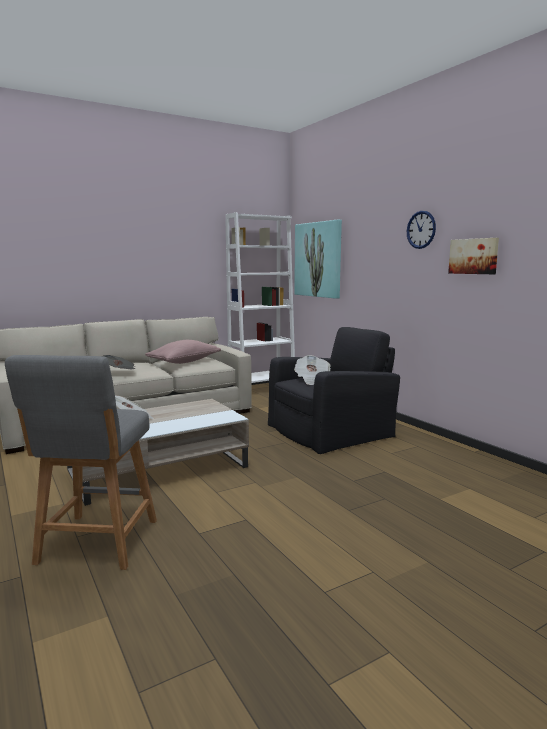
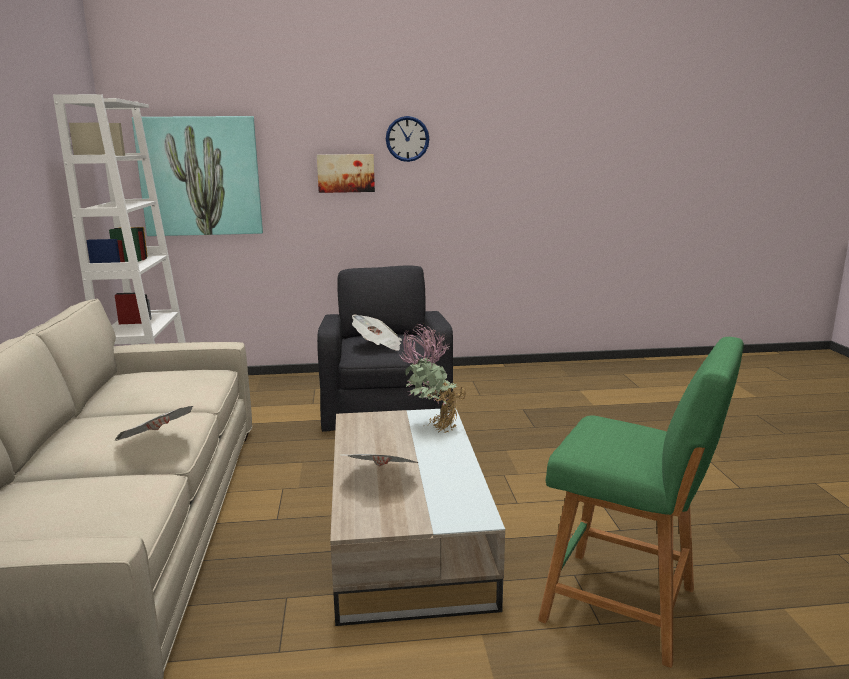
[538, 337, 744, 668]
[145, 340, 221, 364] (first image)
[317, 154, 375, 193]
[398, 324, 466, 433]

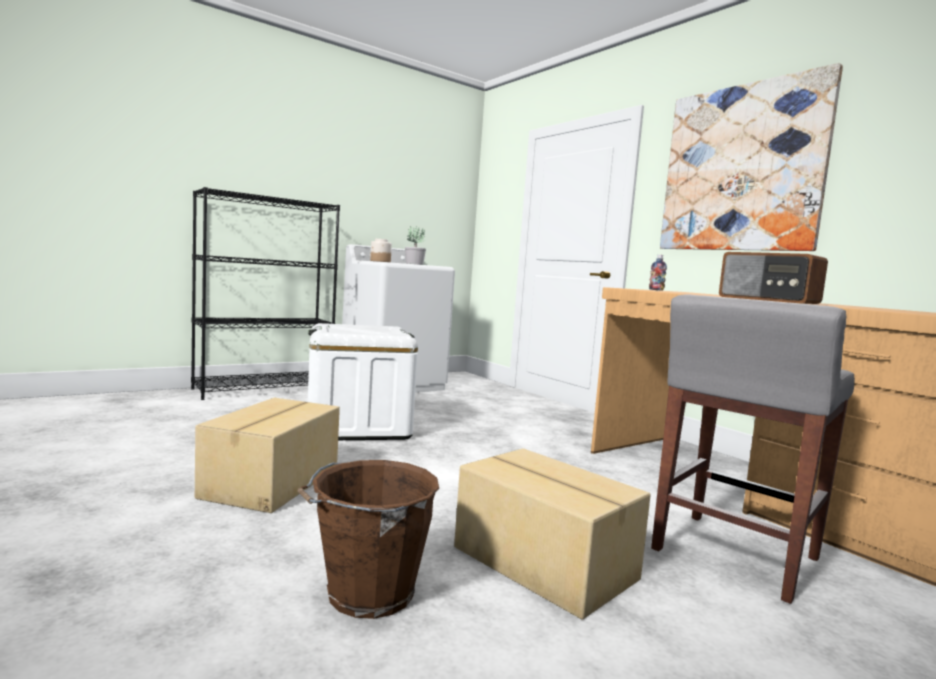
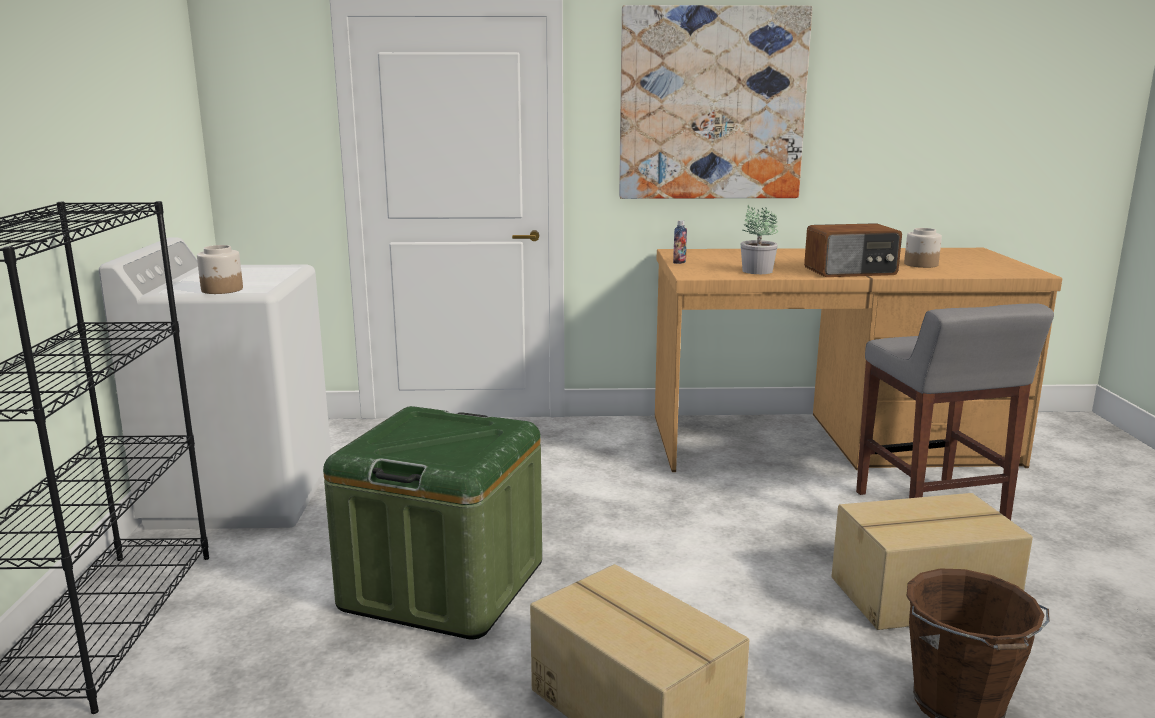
[323, 406, 542, 640]
[741, 205, 778, 274]
[904, 228, 942, 268]

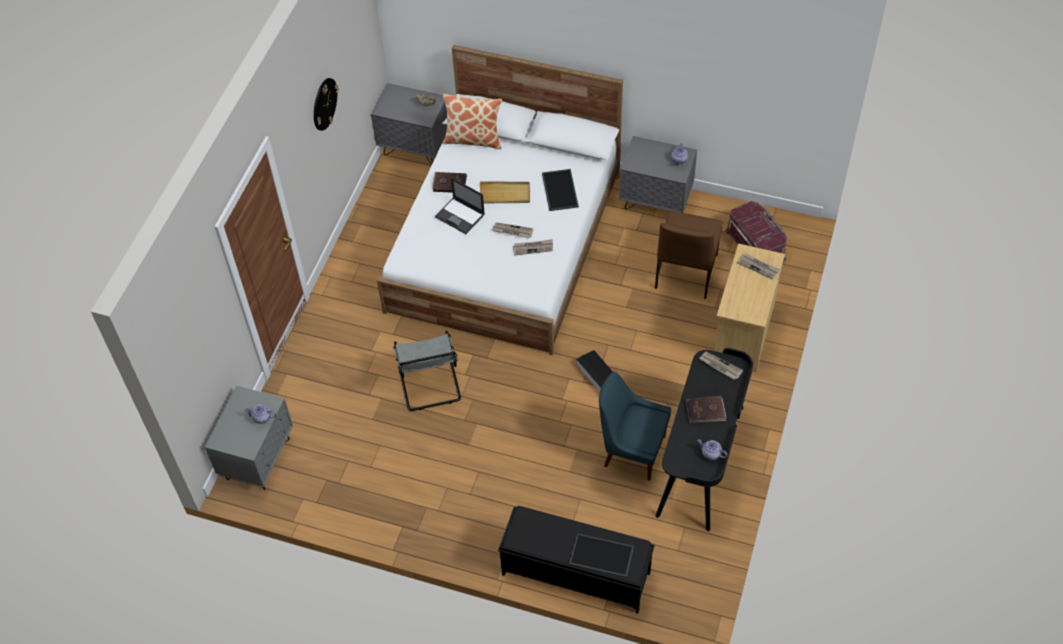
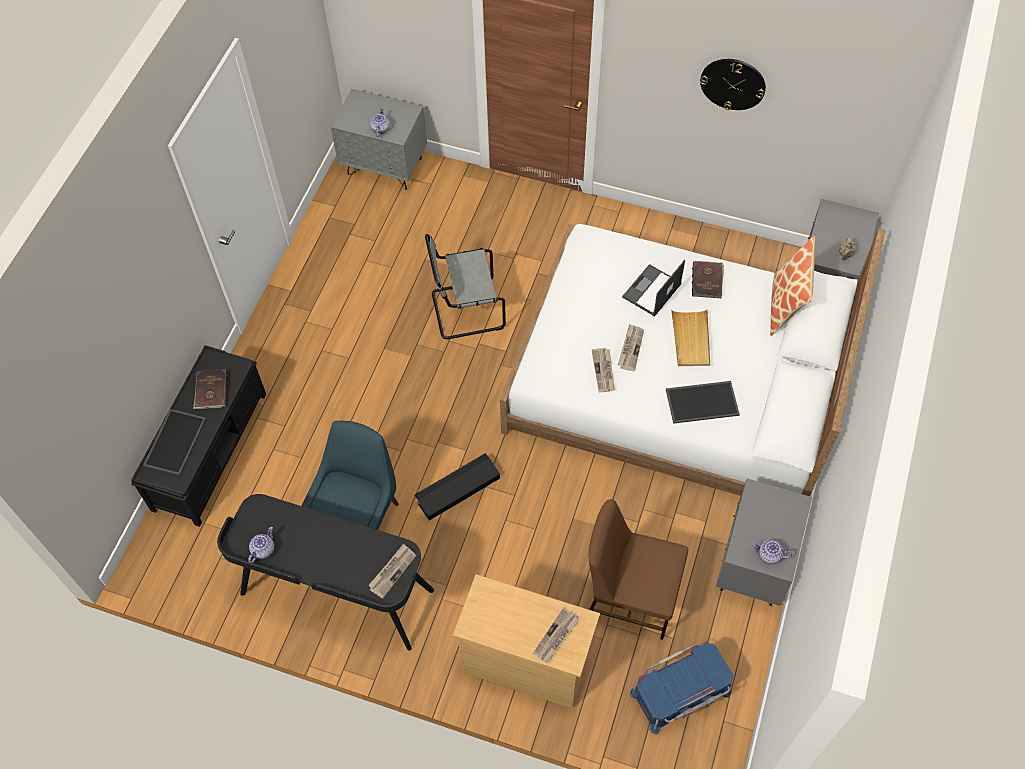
[193, 369, 228, 409]
[630, 642, 733, 735]

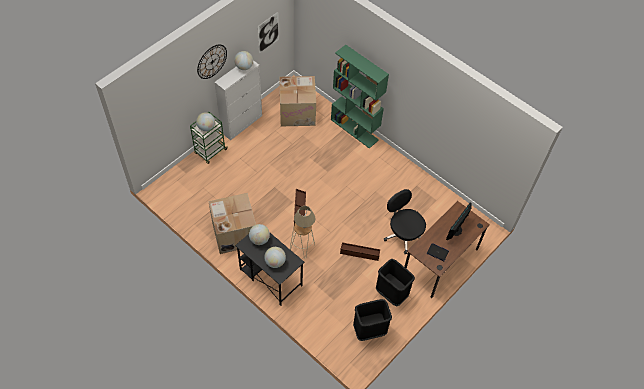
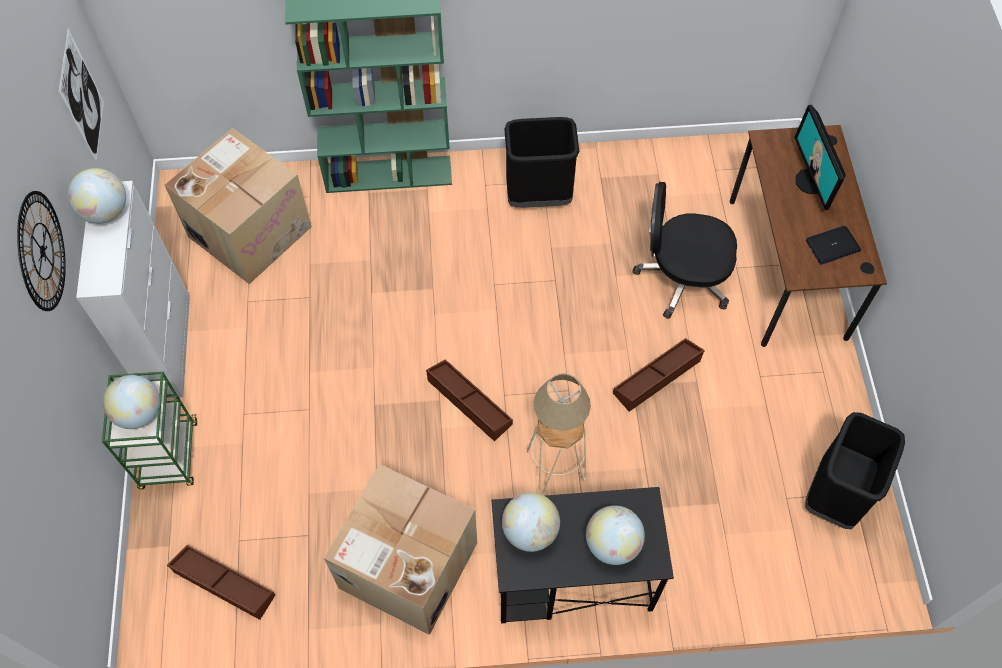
[504, 117, 579, 208]
[167, 545, 275, 620]

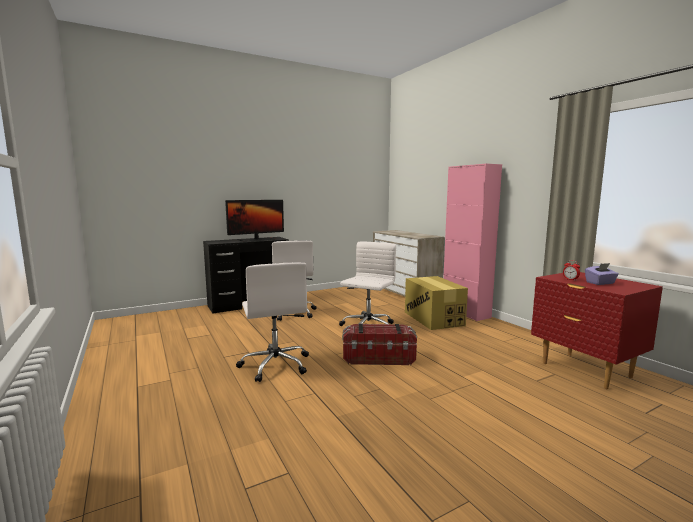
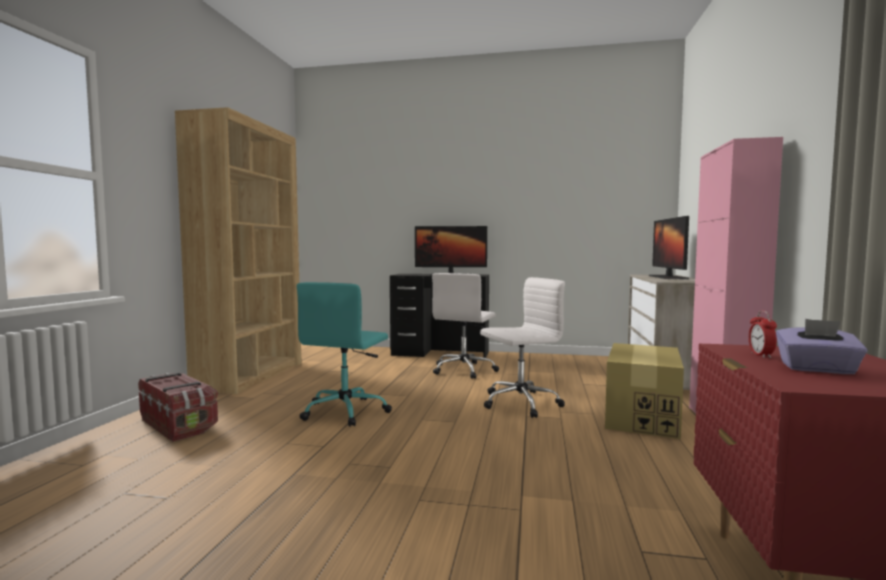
[297, 282, 392, 427]
[138, 373, 218, 442]
[175, 107, 302, 394]
[649, 216, 689, 279]

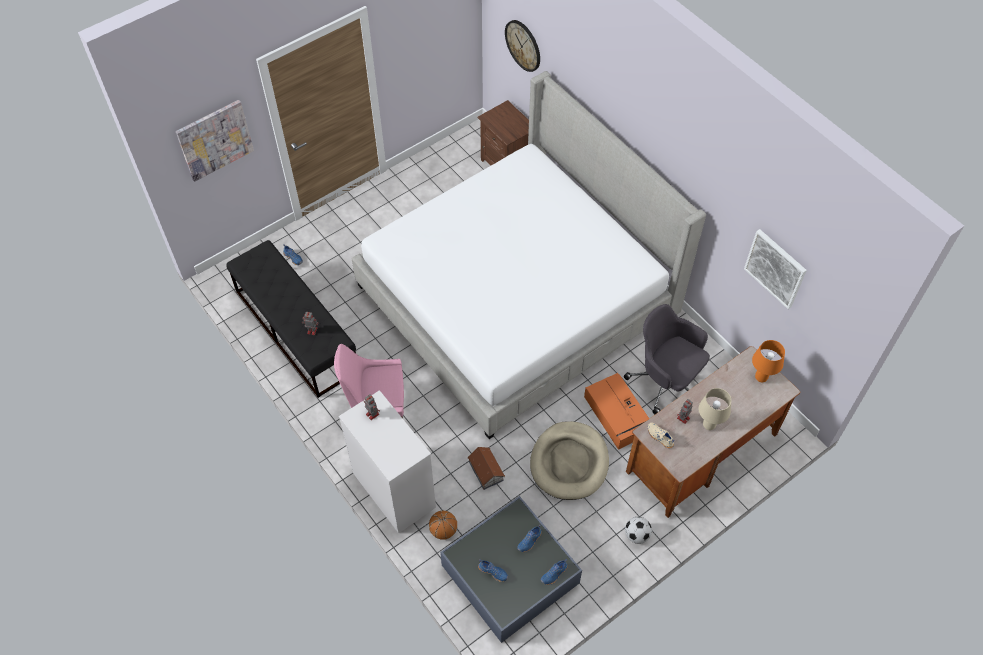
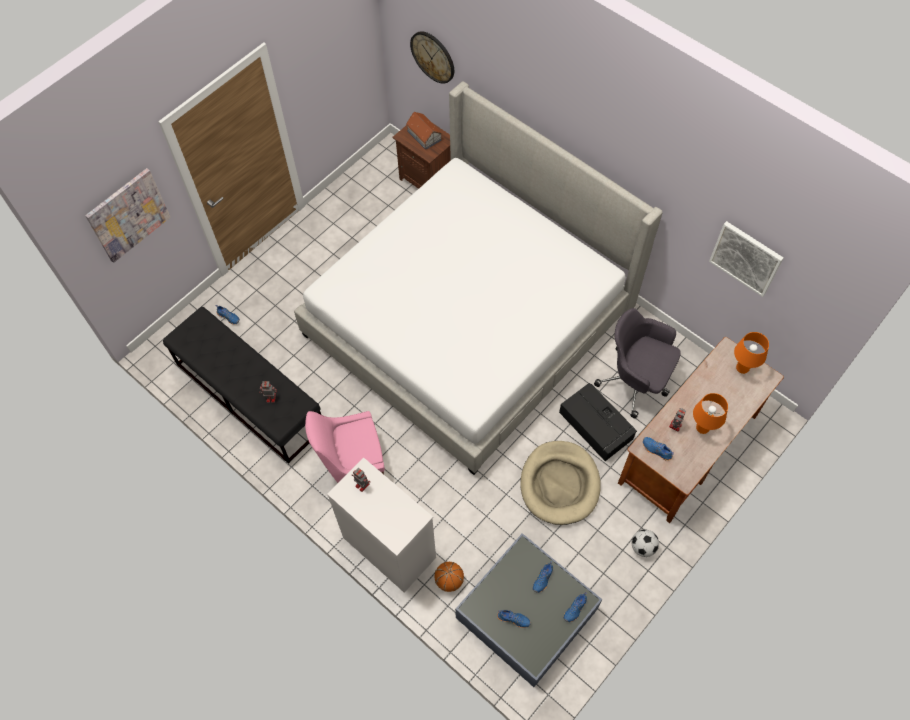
[406, 112, 443, 150]
[559, 383, 637, 461]
[643, 437, 674, 461]
[693, 393, 728, 434]

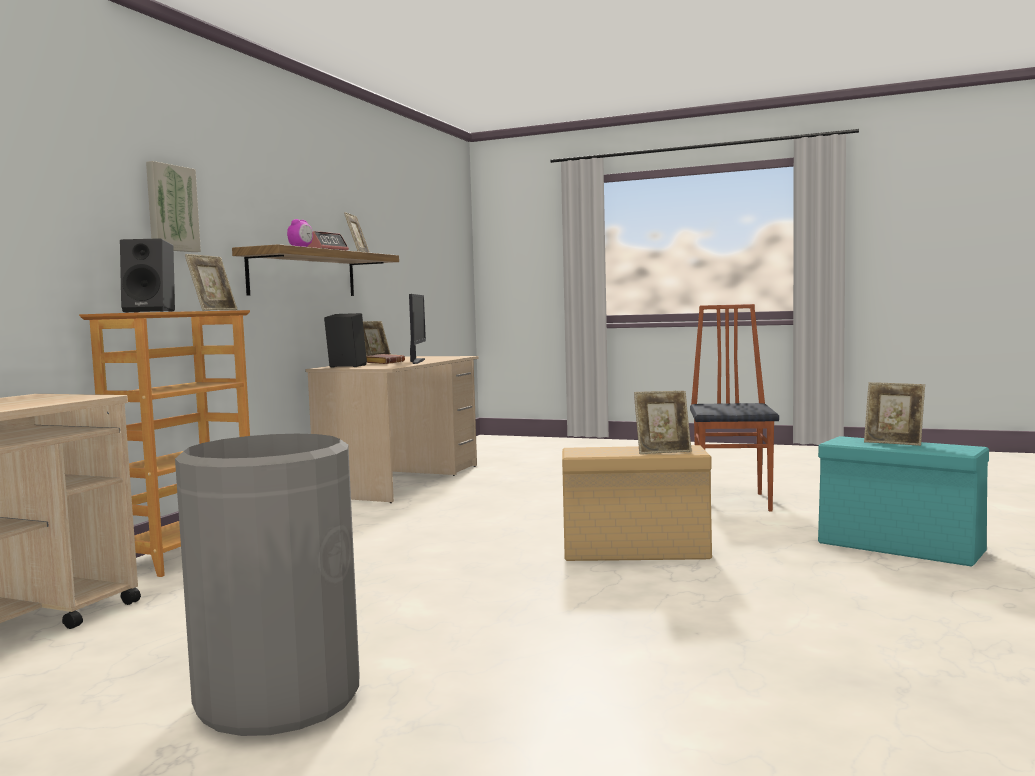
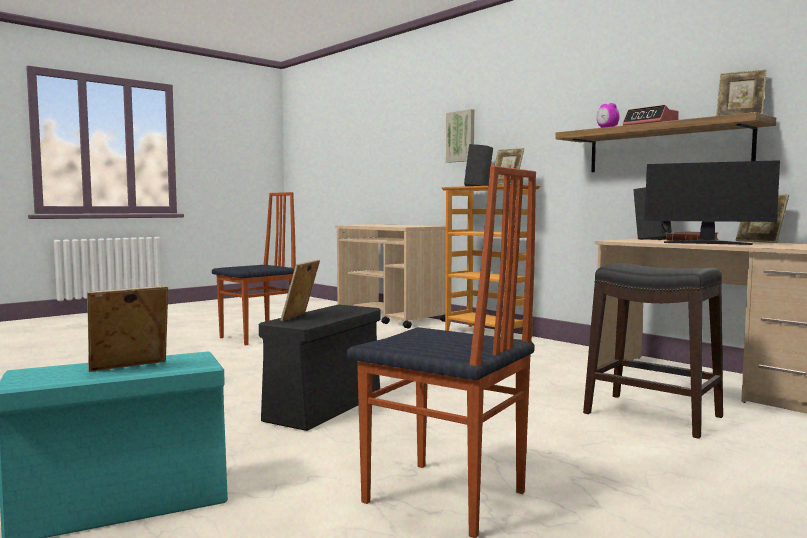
[446, 109, 474, 163]
[212, 192, 296, 346]
[259, 305, 380, 431]
[583, 263, 723, 439]

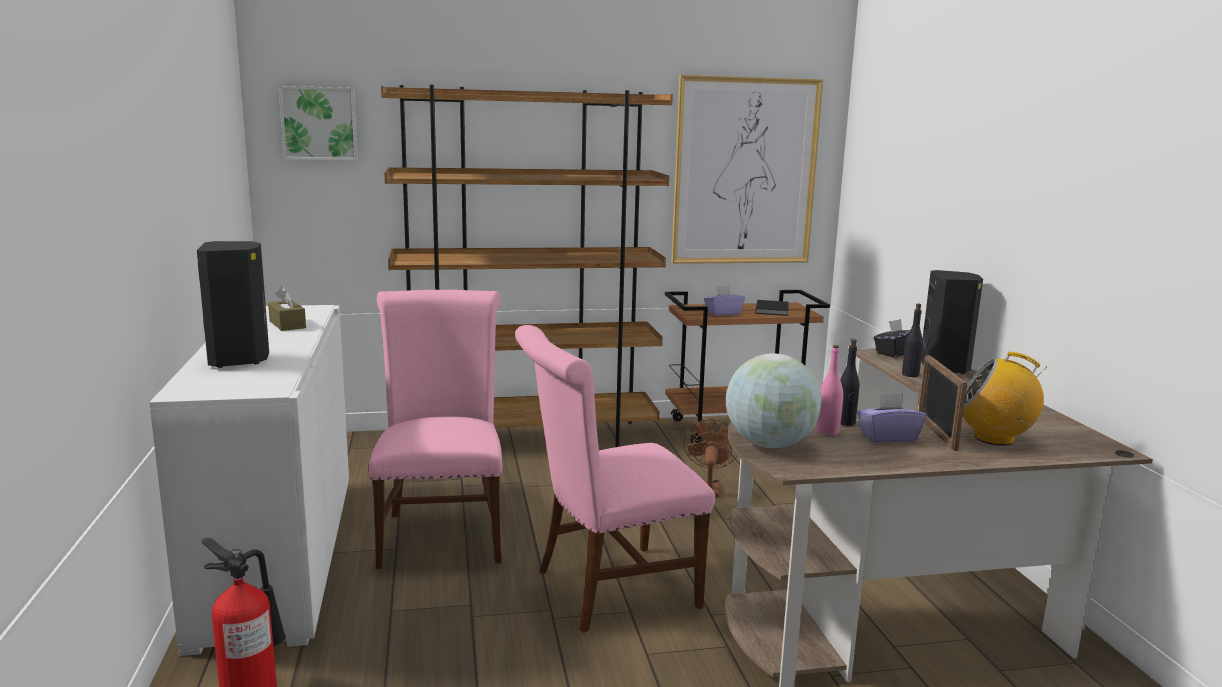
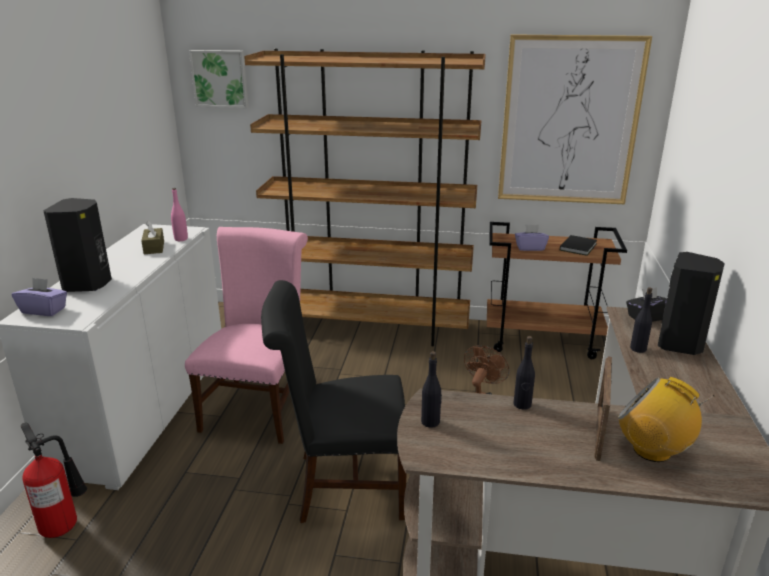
[261, 280, 407, 523]
[421, 351, 442, 428]
[171, 188, 188, 241]
[12, 277, 67, 316]

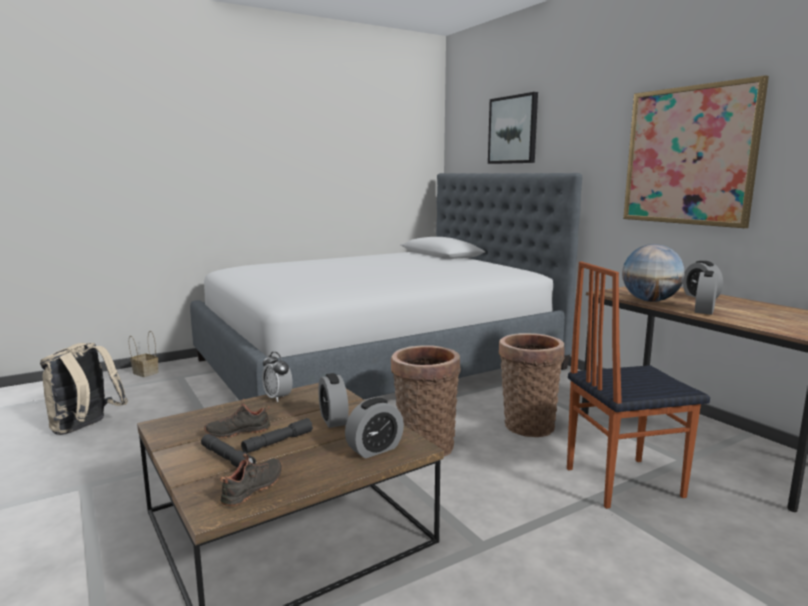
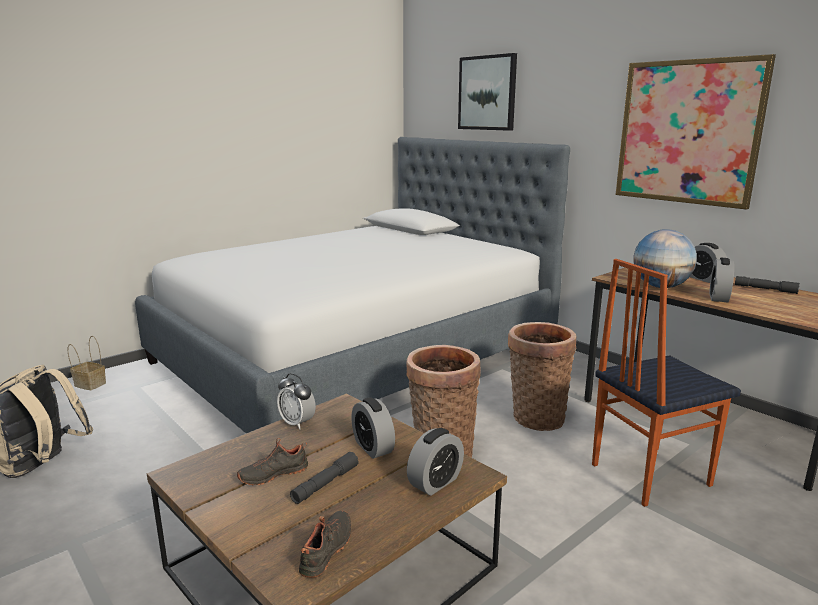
[735, 276, 800, 294]

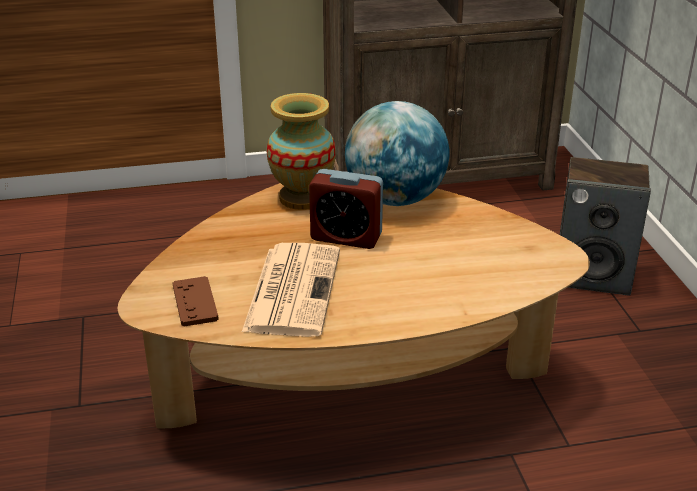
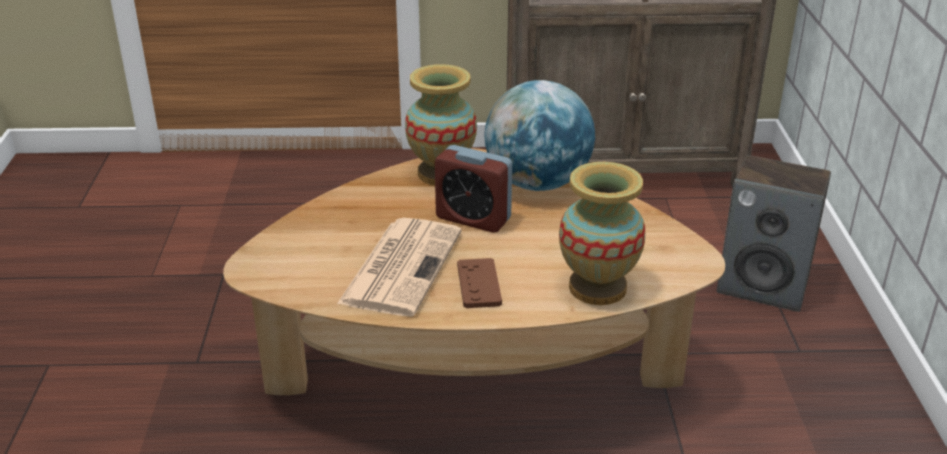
[457, 258, 502, 308]
[559, 162, 645, 305]

